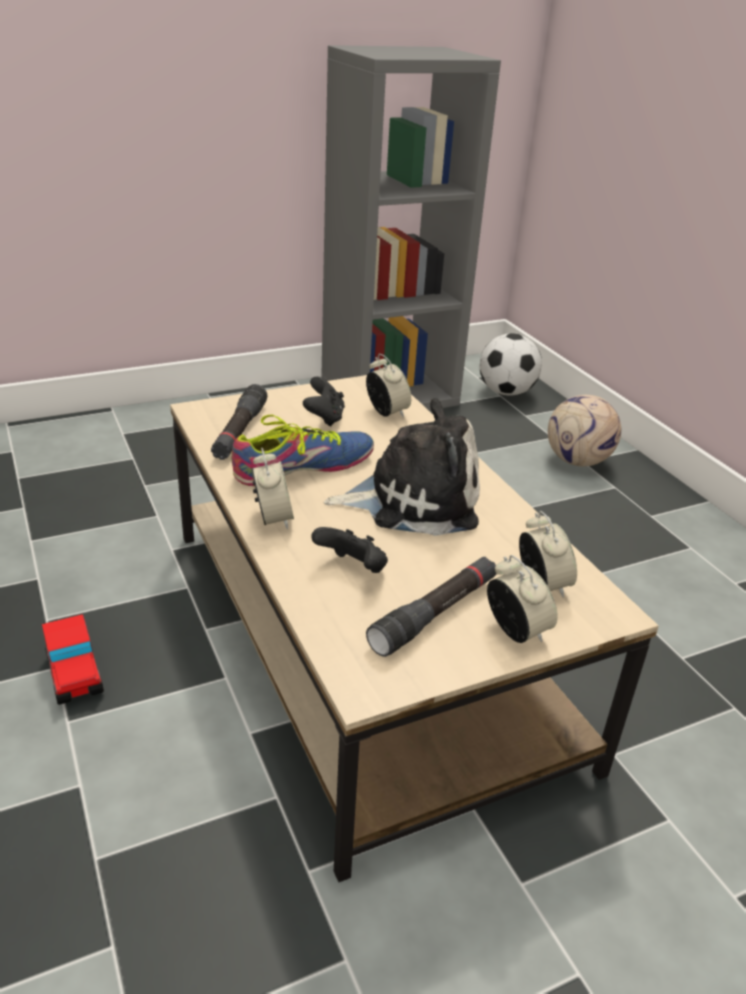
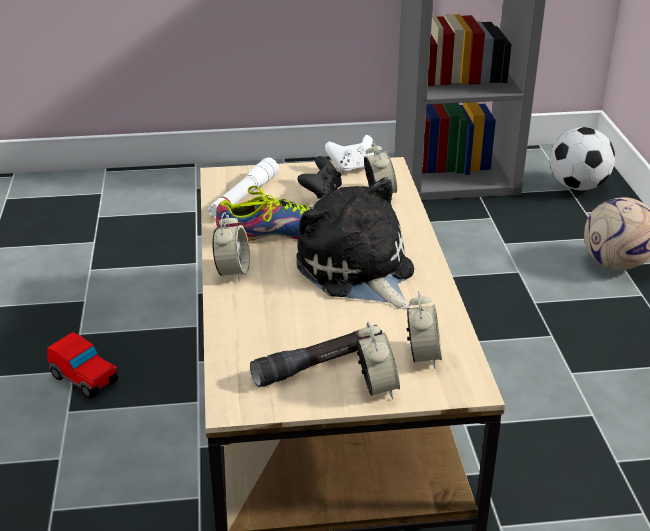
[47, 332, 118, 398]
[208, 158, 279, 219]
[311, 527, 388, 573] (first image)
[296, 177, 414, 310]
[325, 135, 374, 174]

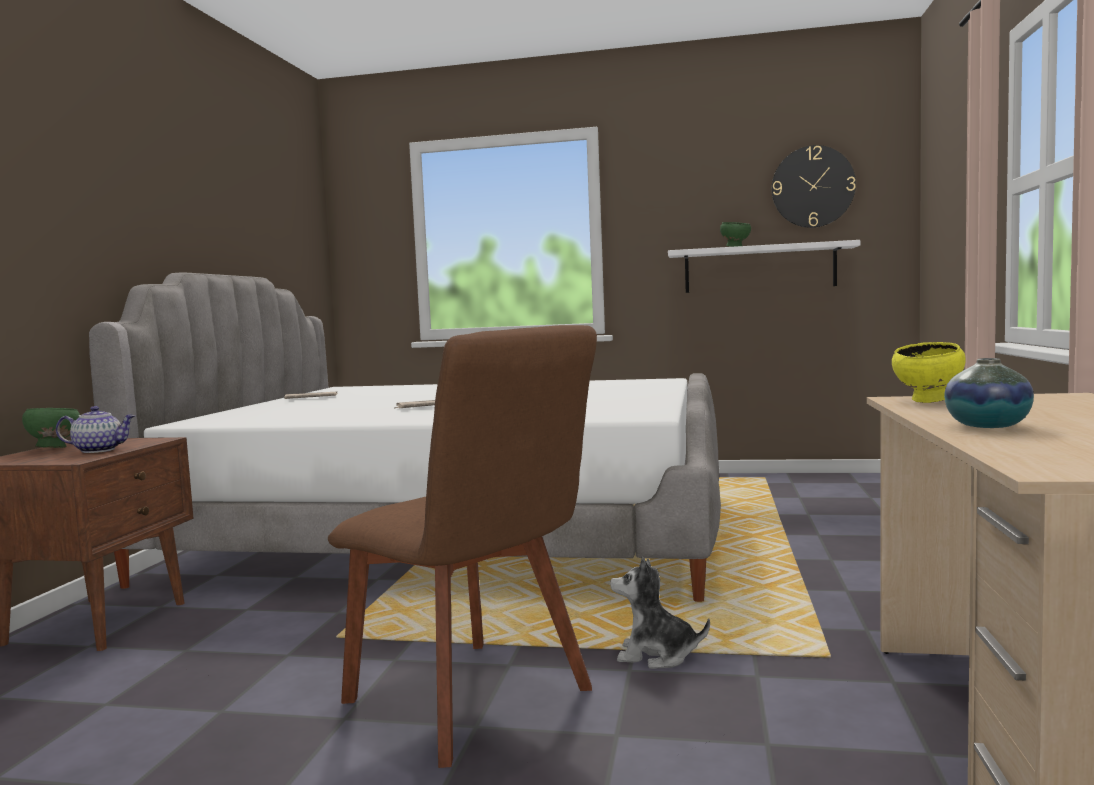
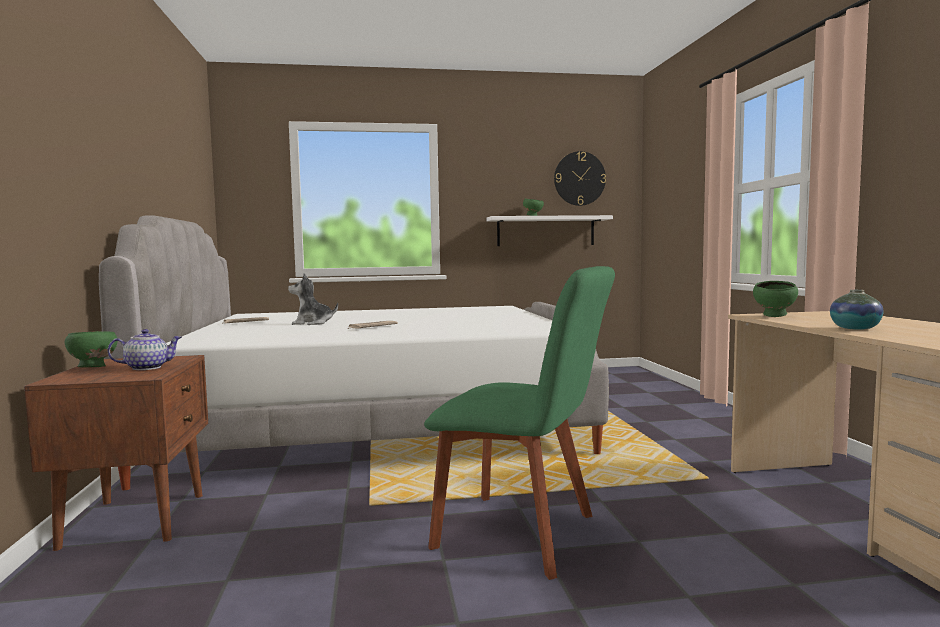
[424, 266, 615, 580]
[288, 273, 338, 325]
[753, 281, 798, 317]

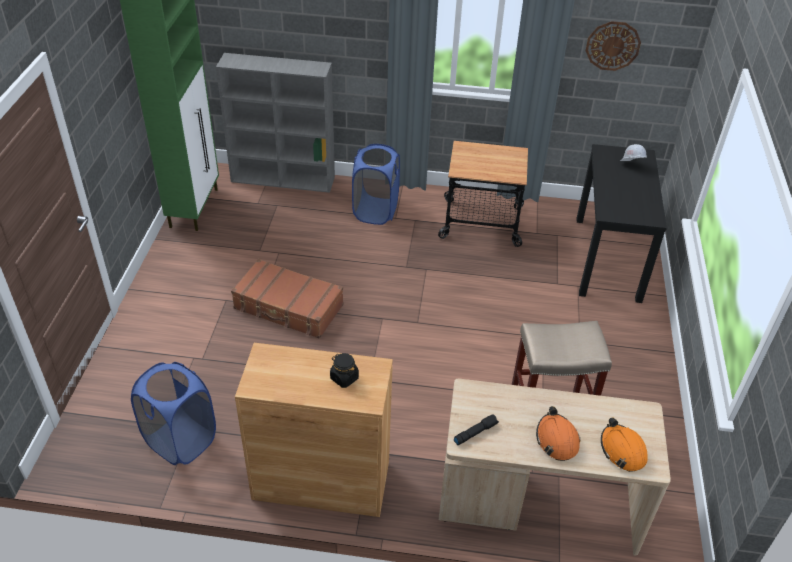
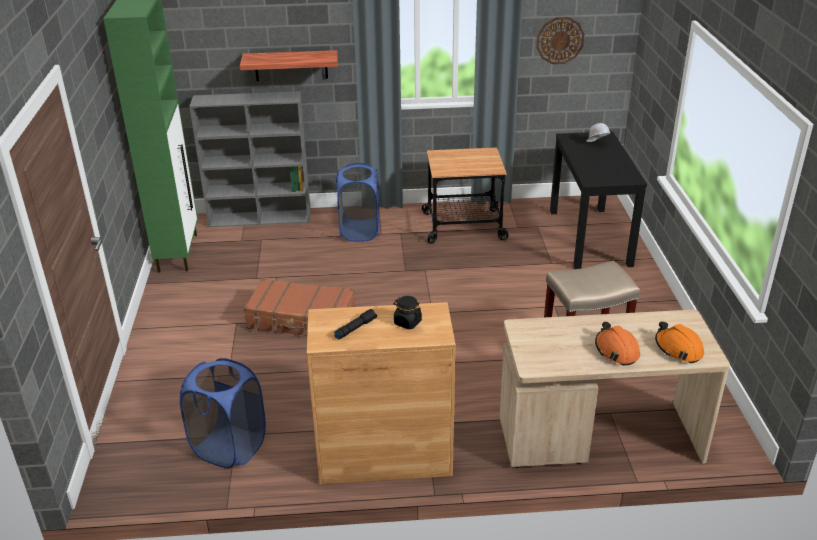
[334, 309, 377, 339]
[240, 50, 338, 81]

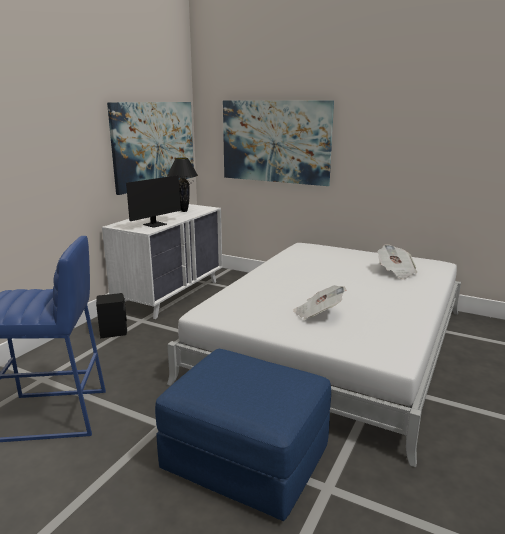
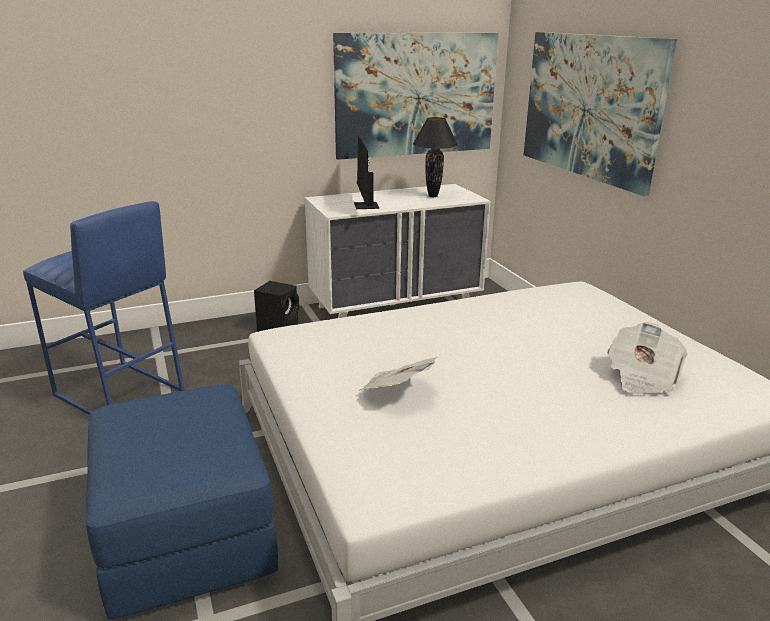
[354, 135, 379, 209]

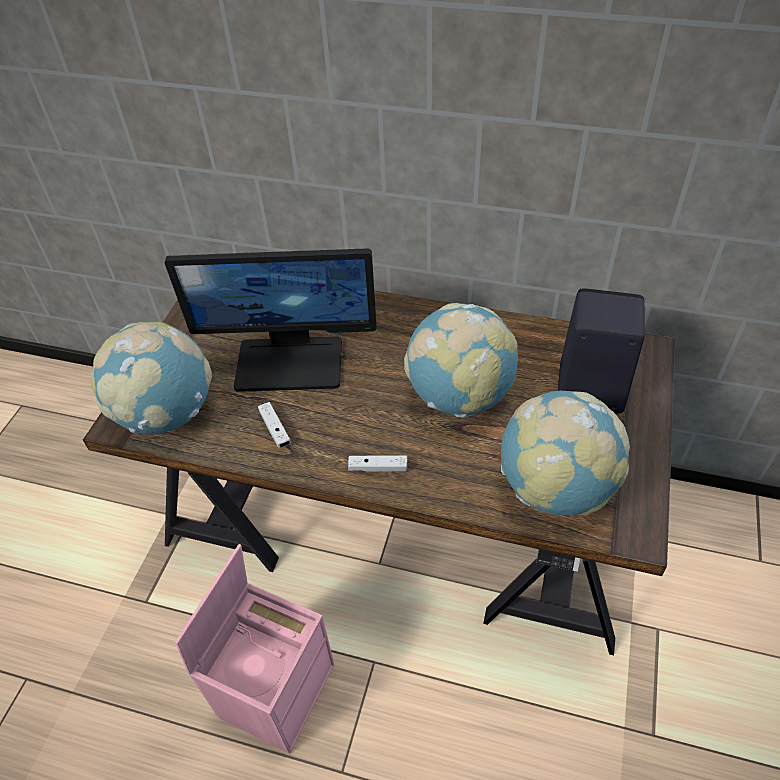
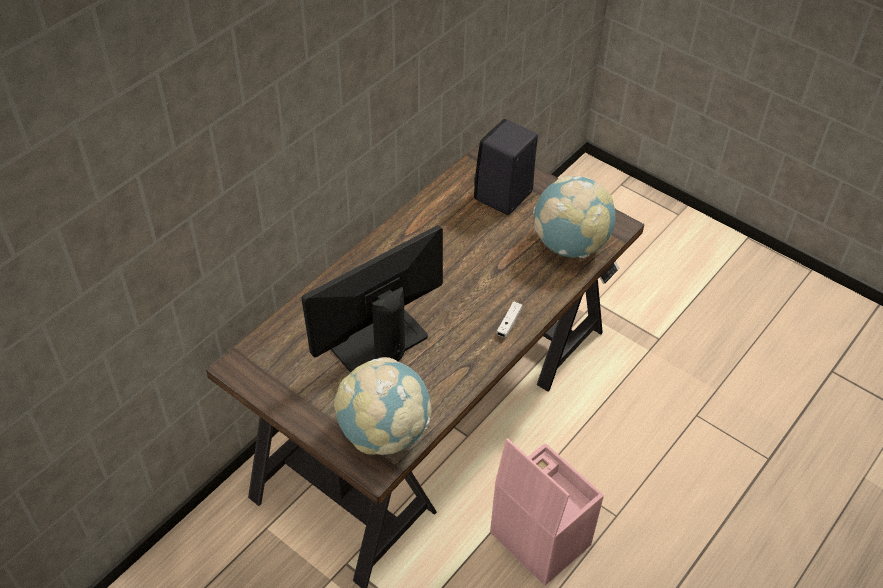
[301, 225, 443, 373]
[258, 402, 291, 448] (first image)
[404, 303, 518, 418] (first image)

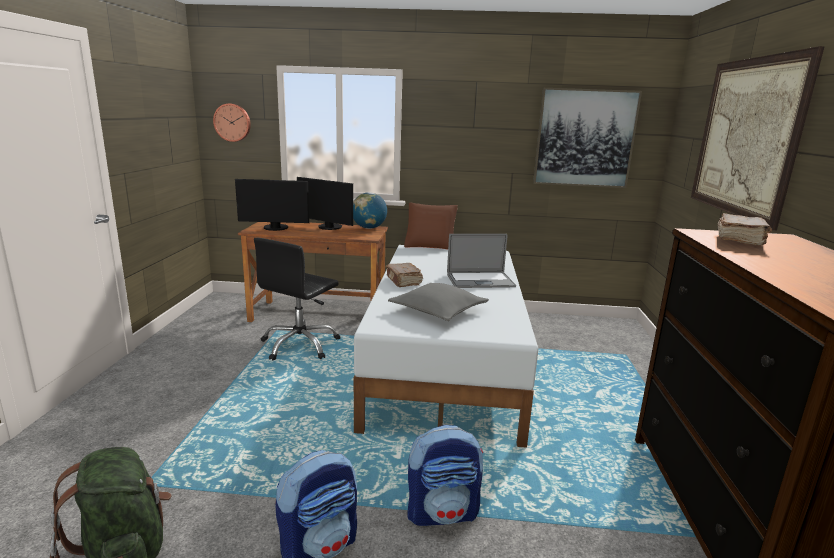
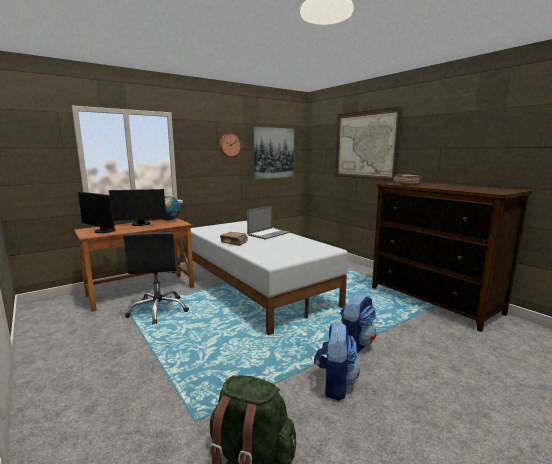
[220, 133, 241, 157]
[78, 192, 116, 233]
[388, 283, 489, 321] (first image)
[404, 202, 458, 250] (first image)

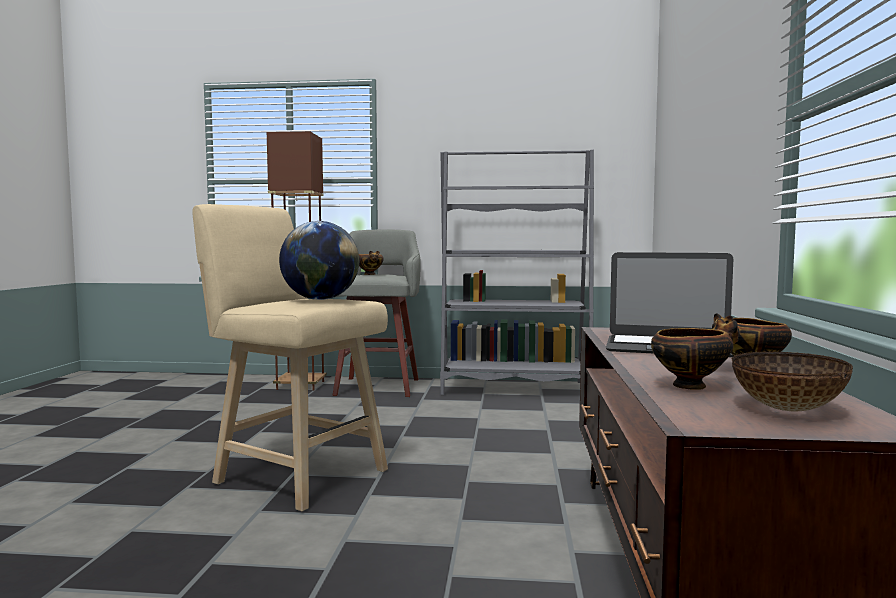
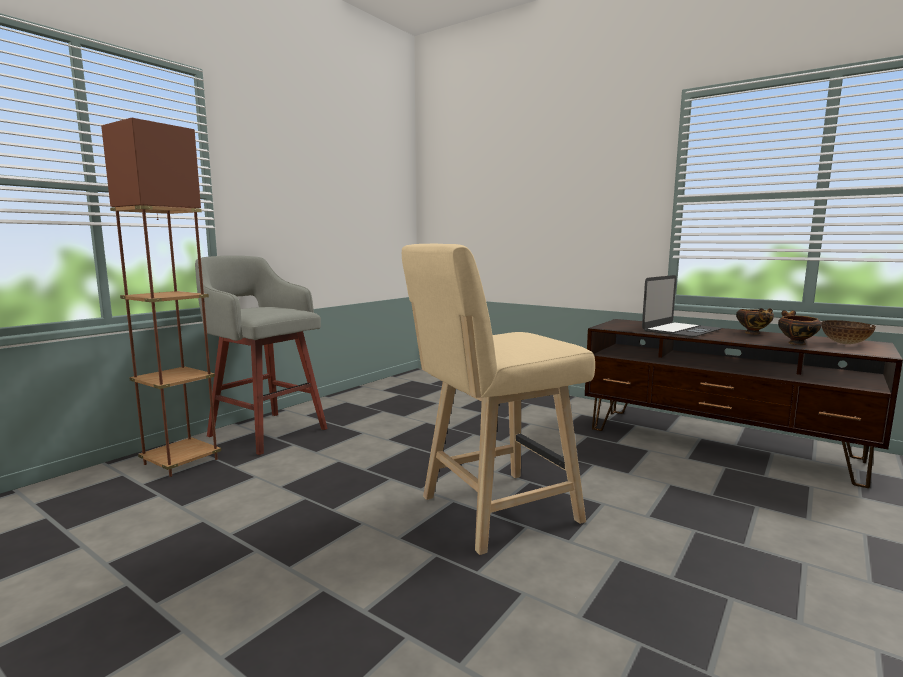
[279, 221, 359, 300] (first image)
[359, 251, 384, 275] (first image)
[440, 150, 594, 395] (first image)

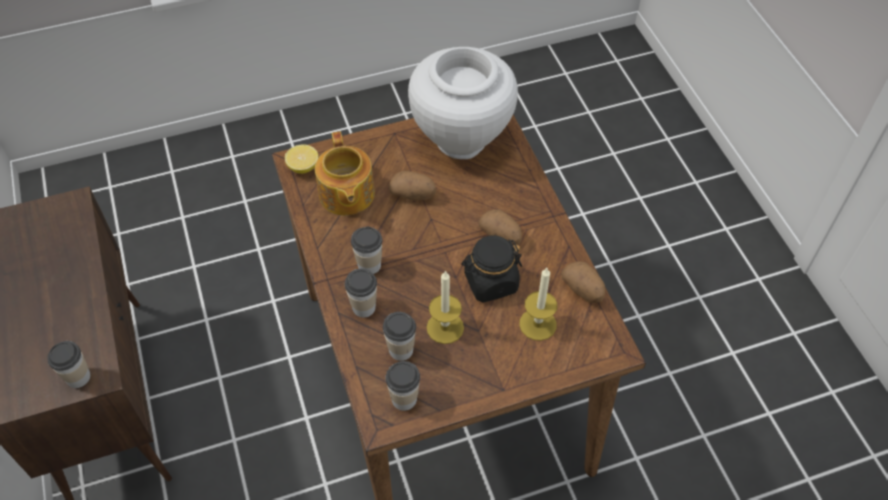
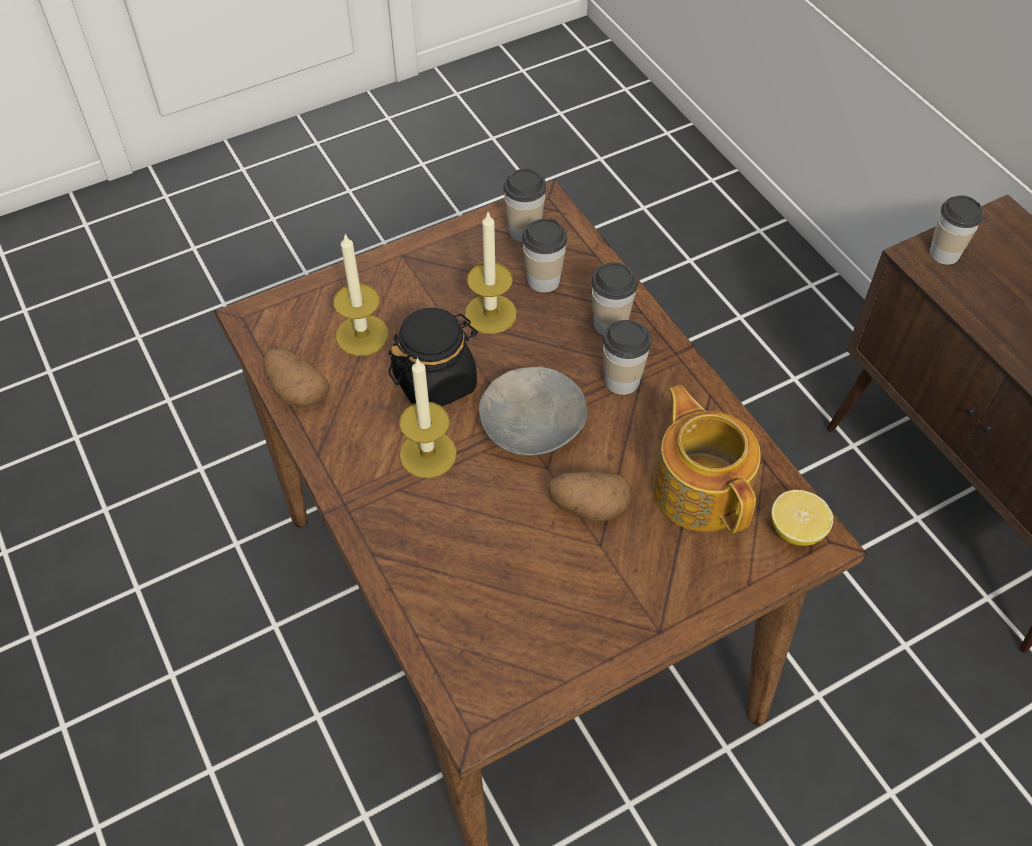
[408, 47, 518, 159] (first image)
[399, 357, 457, 478]
[479, 367, 587, 456]

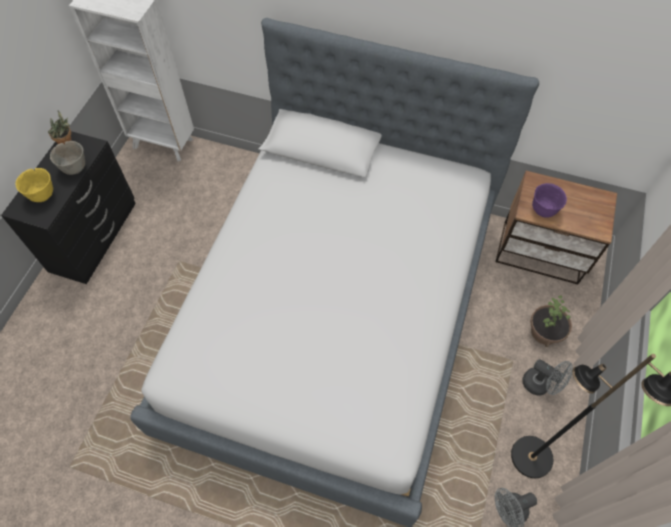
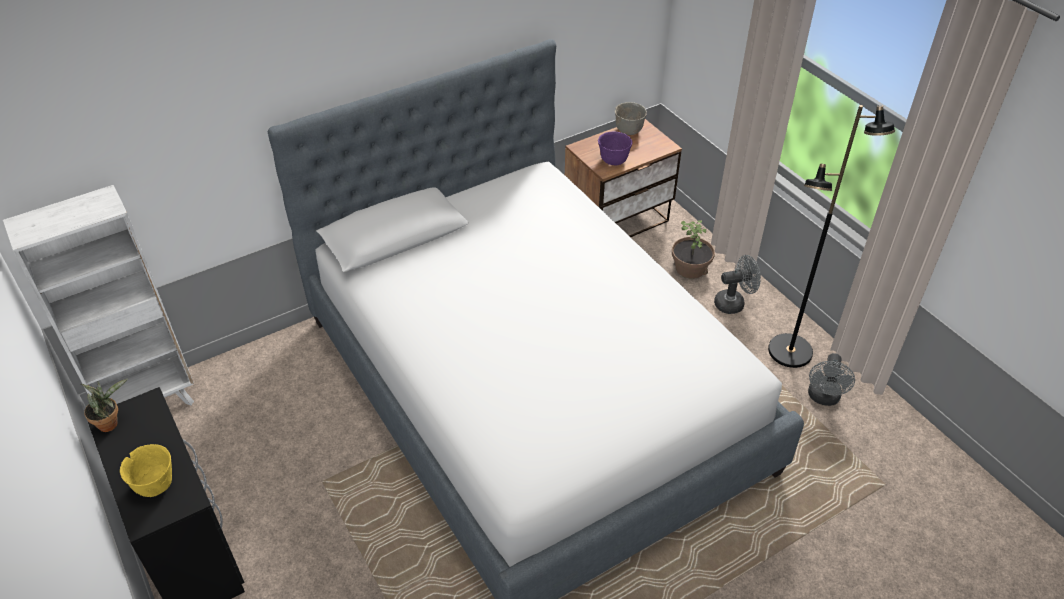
[615, 102, 647, 135]

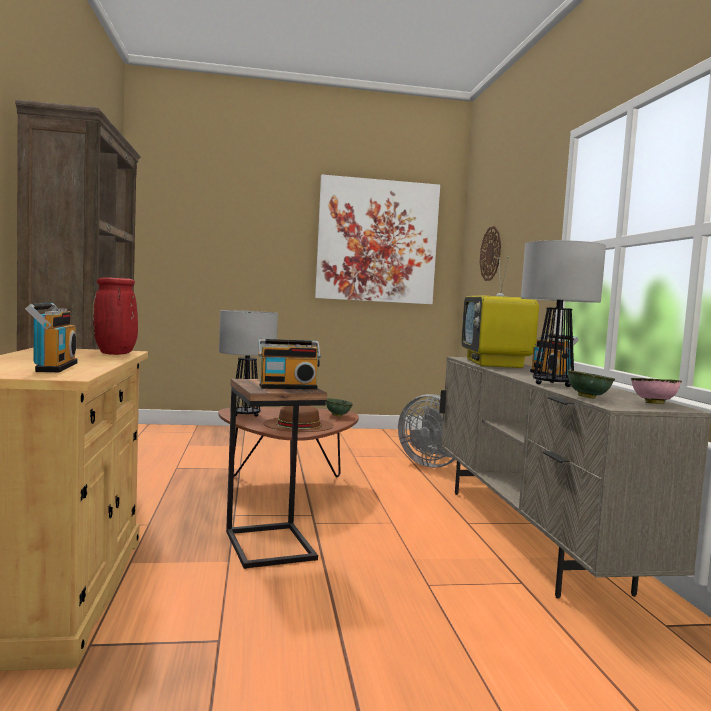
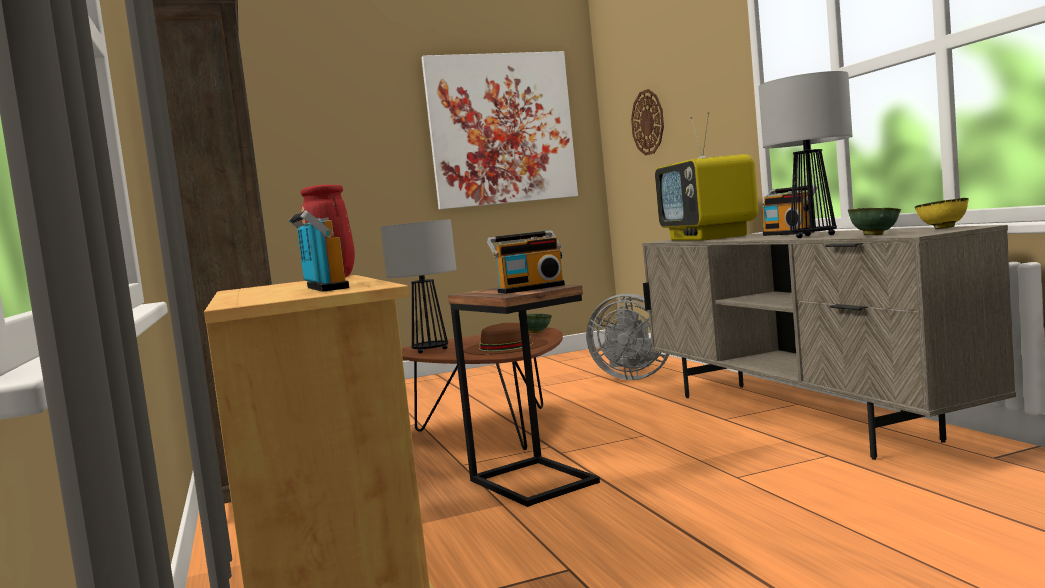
[914, 198, 969, 229]

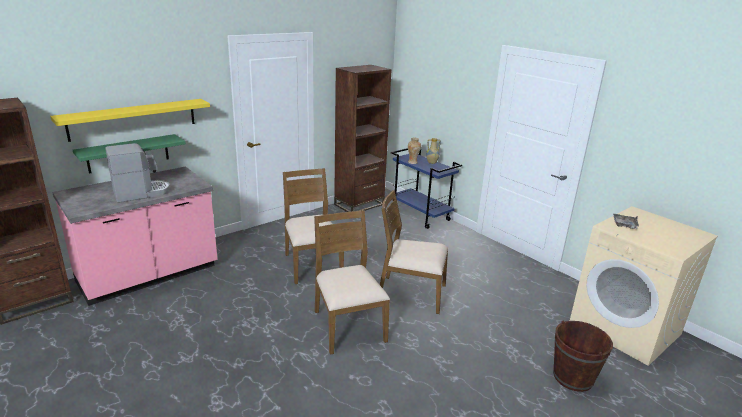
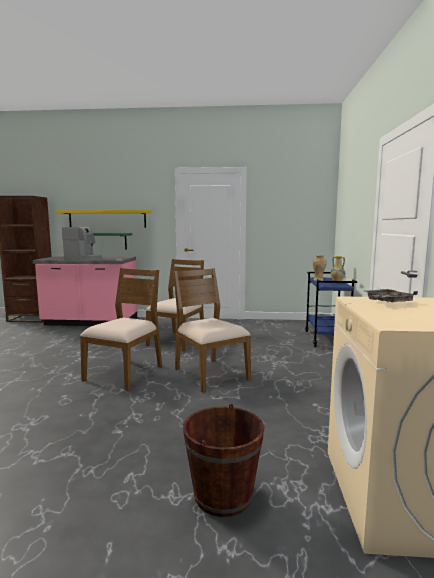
[334, 65, 392, 212] (first image)

